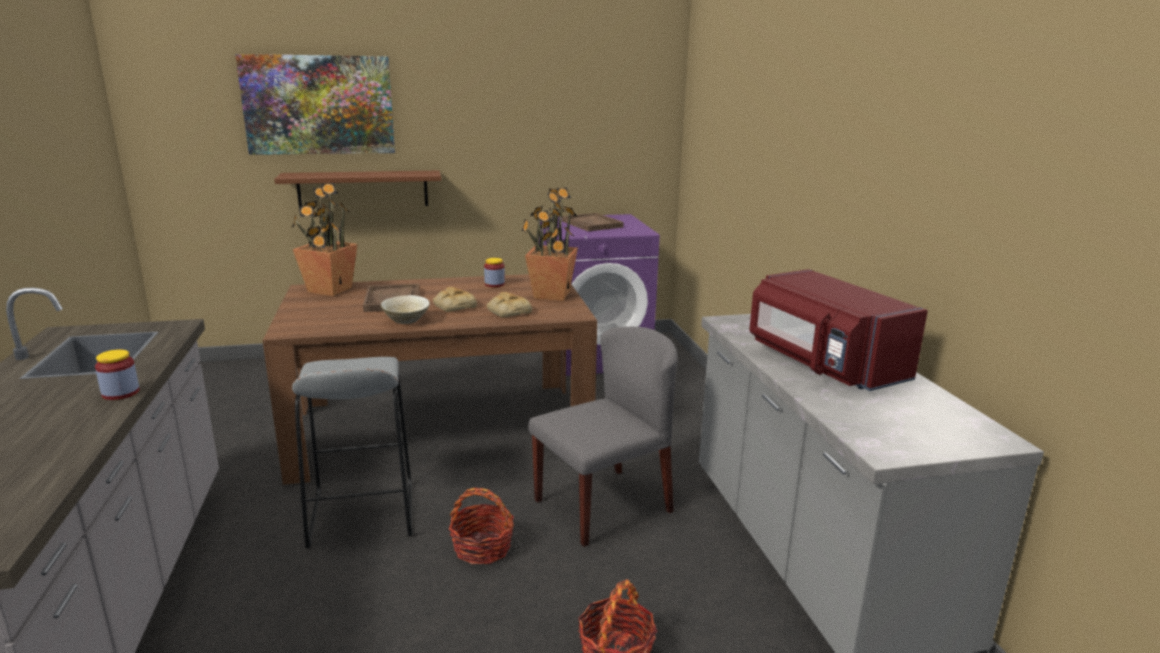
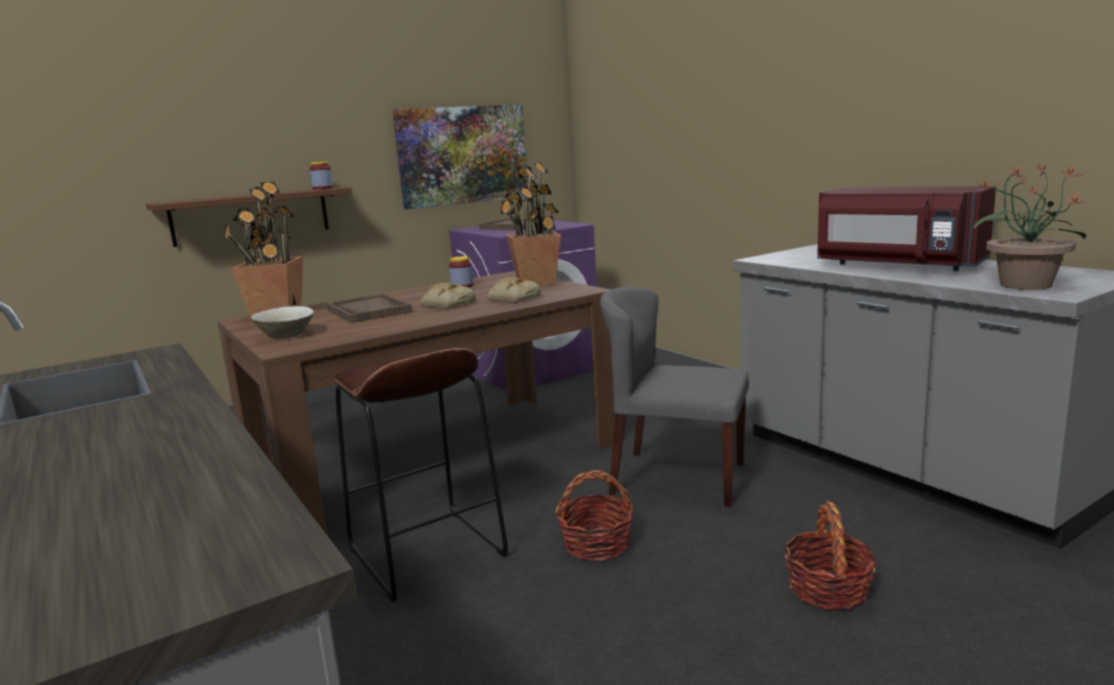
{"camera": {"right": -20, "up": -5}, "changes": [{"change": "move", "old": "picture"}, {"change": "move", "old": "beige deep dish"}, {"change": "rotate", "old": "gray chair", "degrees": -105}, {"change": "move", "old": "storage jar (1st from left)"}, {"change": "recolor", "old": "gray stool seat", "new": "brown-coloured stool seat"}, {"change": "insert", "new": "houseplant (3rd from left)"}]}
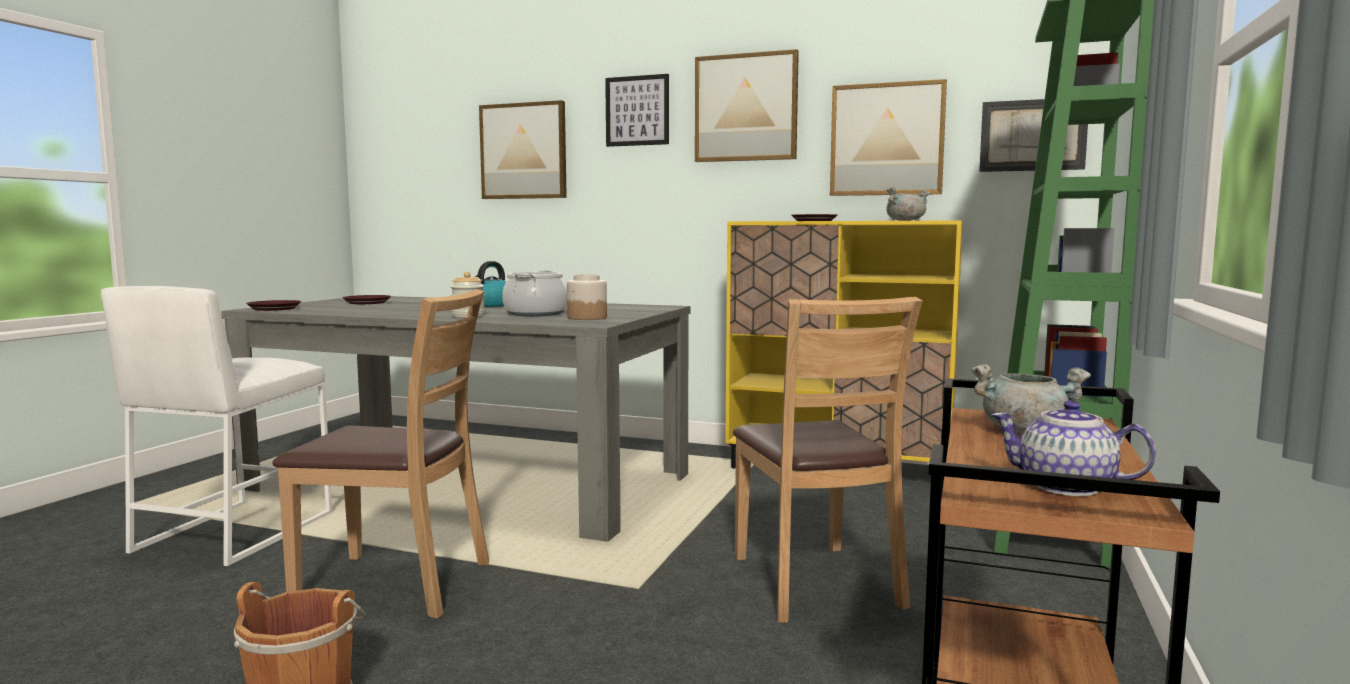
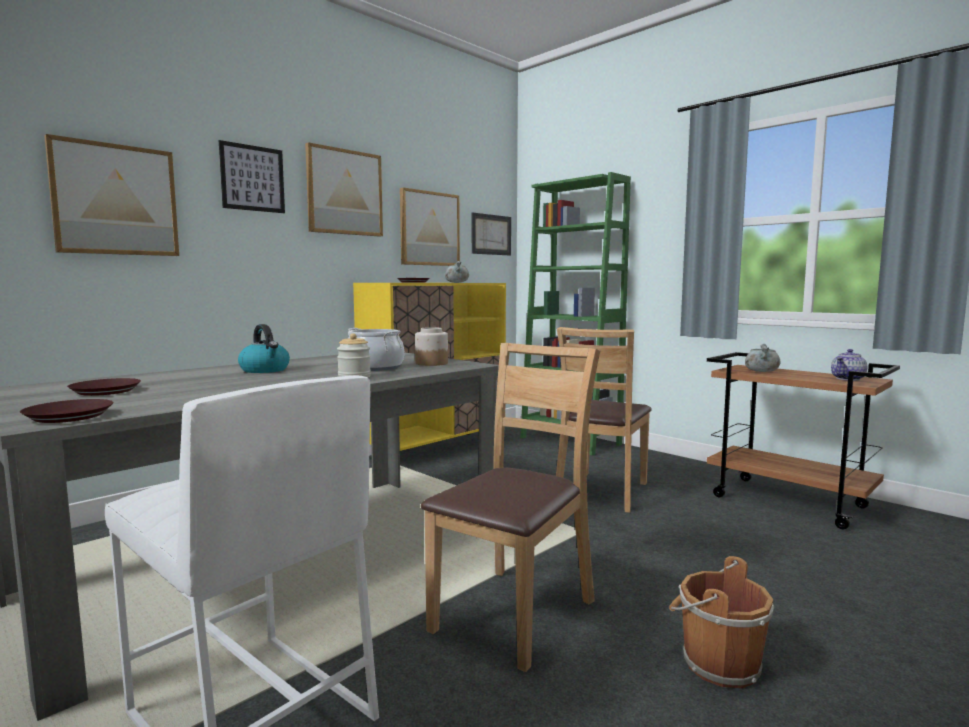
{"camera": {"right": -65, "up": 0}, "changes": [{"change": "rotate", "old": "brown-coloured chair (2nd from left)", "degrees": 105}]}
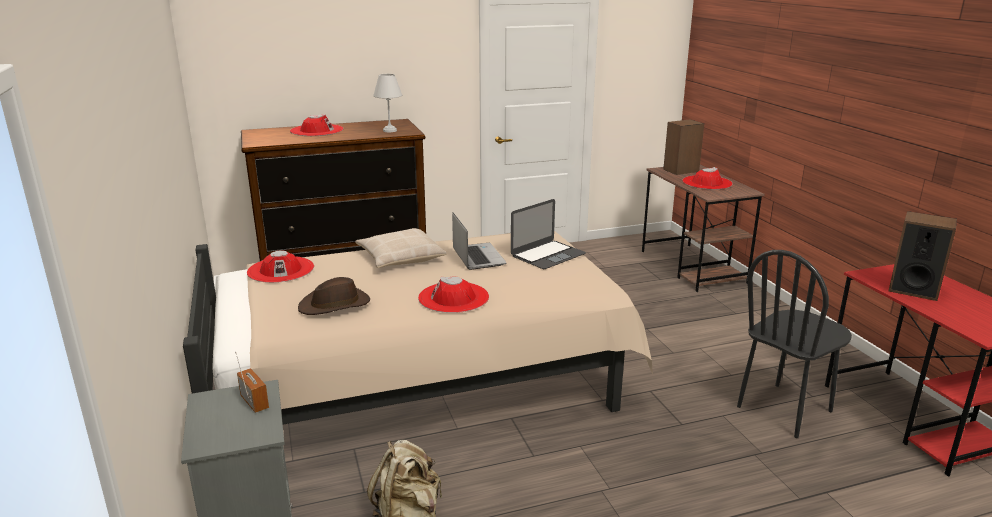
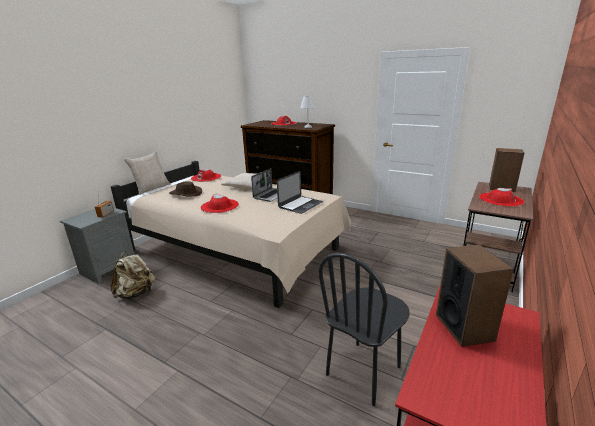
{"camera": {"right": 50, "up": 0}, "changes": [{"change": "rotate", "old": "portable computer (2nd from left)", "degrees": -60}, {"change": "rotate", "old": "black-coloured chair", "degrees": -60}, {"change": "insert", "new": "beige pillow (1st from left)"}]}
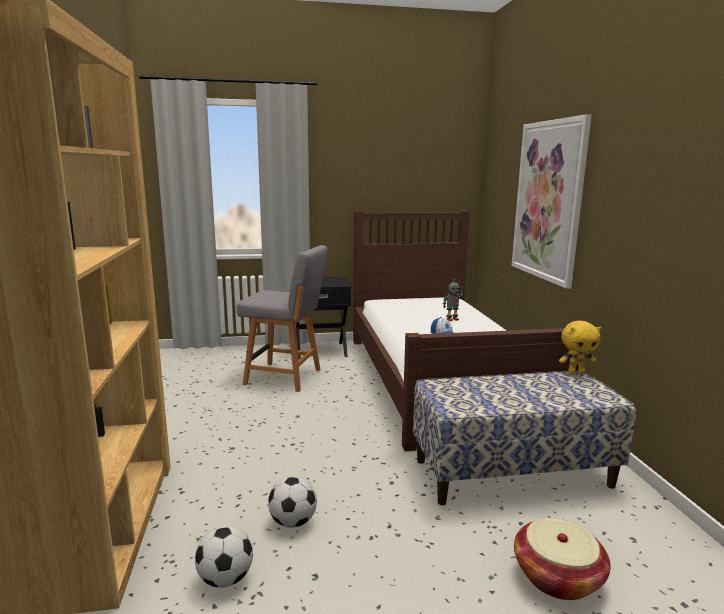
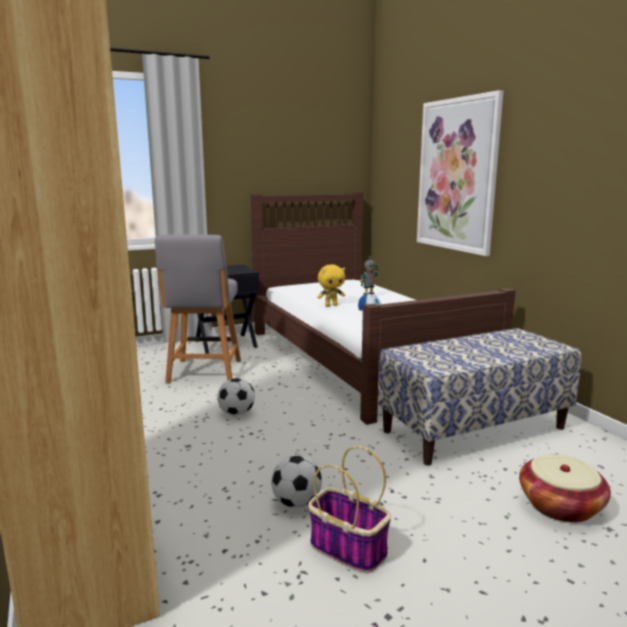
{"camera": {"right": -15, "up": 0}, "changes": [{"change": "rotate", "old": "gray chair", "degrees": 90}, {"change": "move", "old": "yellow-coloured cuddly toy"}, {"change": "move", "old": "football ball (1st from left)"}, {"change": "insert", "new": "household basket (1st from left)"}]}
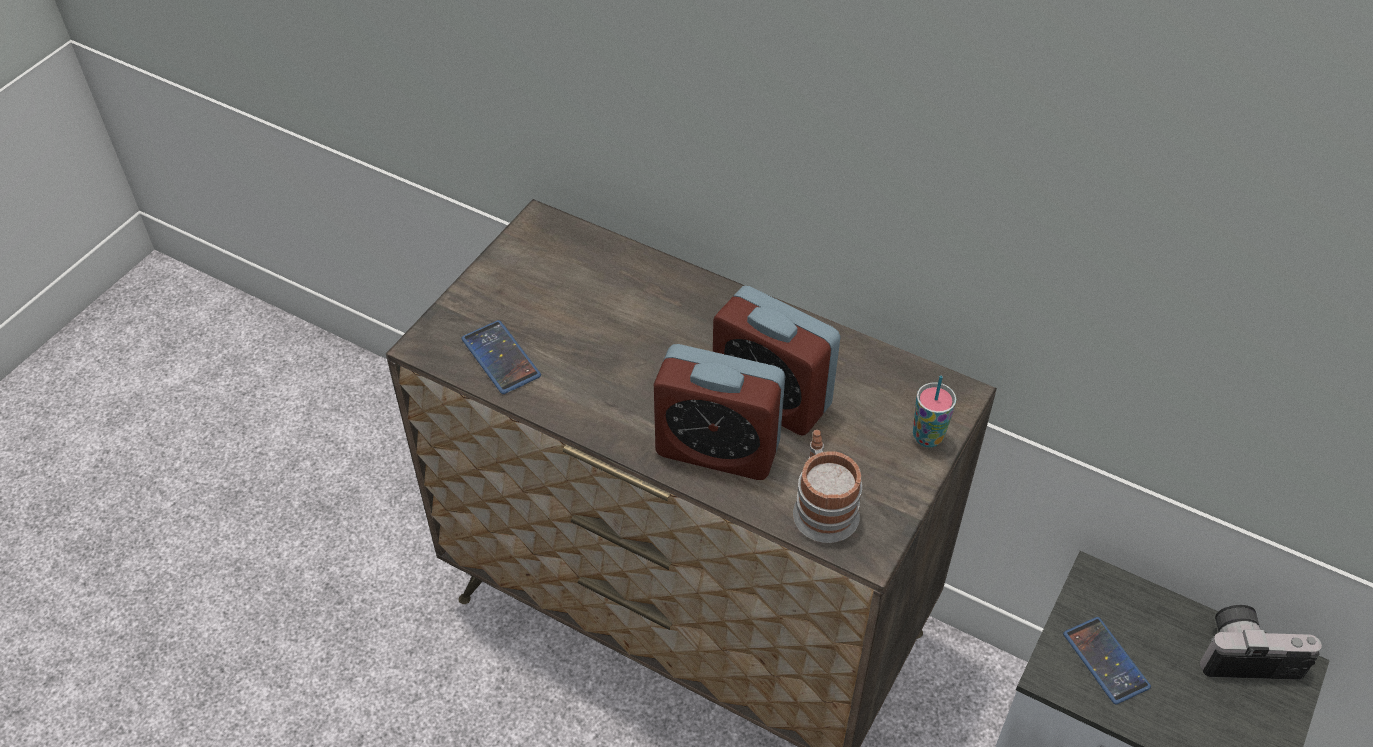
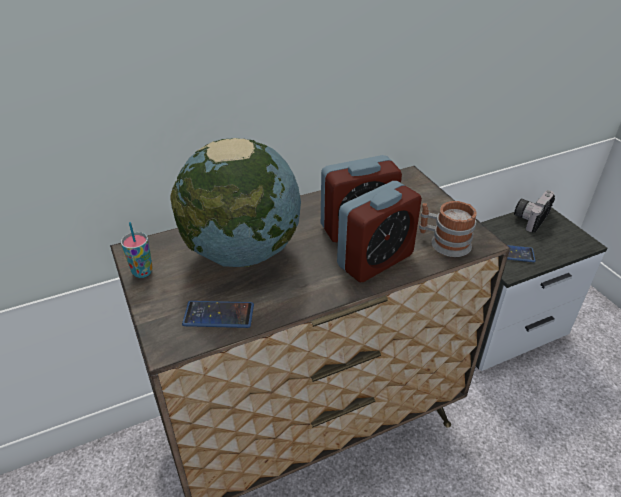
{"camera": {"right": -55, "up": -10}, "changes": [{"change": "move", "old": "drinking cup"}, {"change": "insert", "new": "world globe"}]}
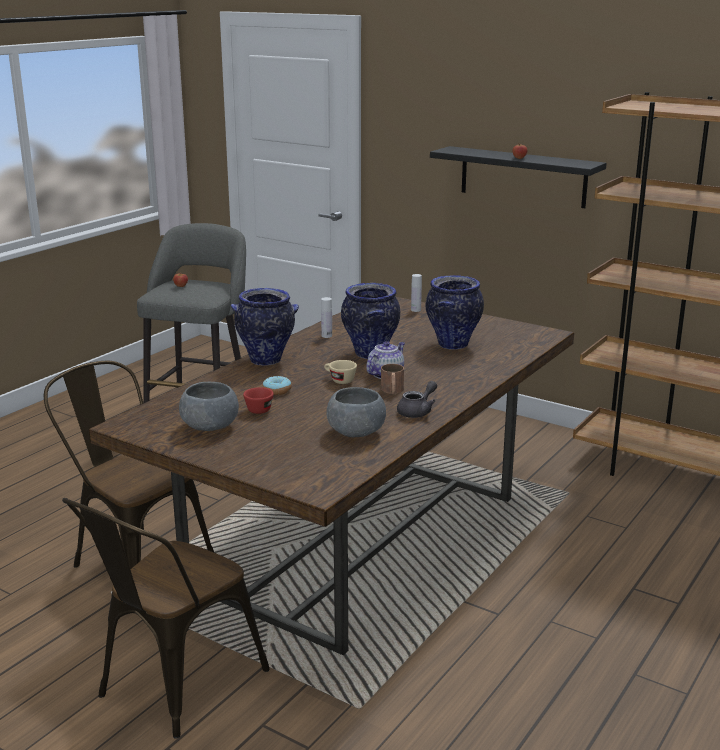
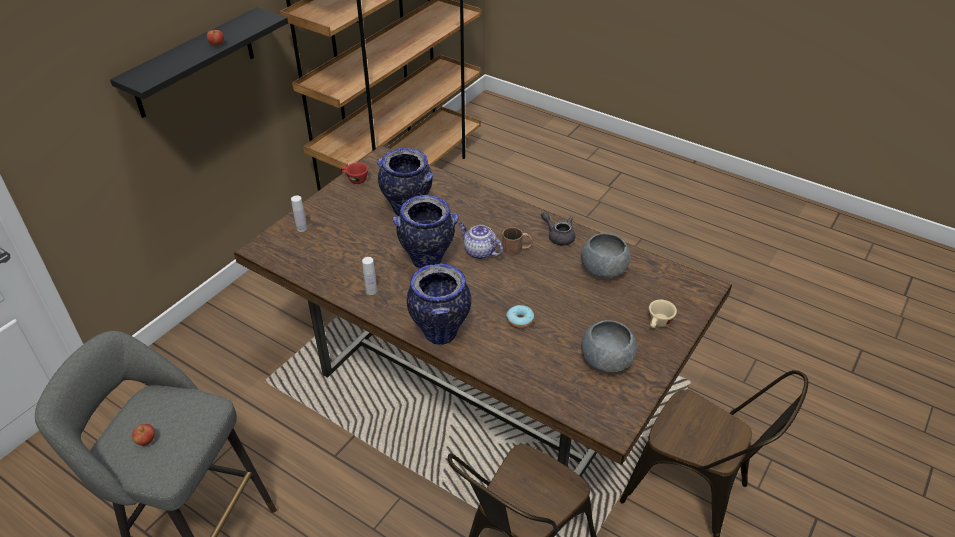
{"camera": {"right": -90, "up": 20}, "changes": [{"change": "move", "old": "beige drinking cup"}, {"change": "move", "old": "red-coloured drinking cup"}]}
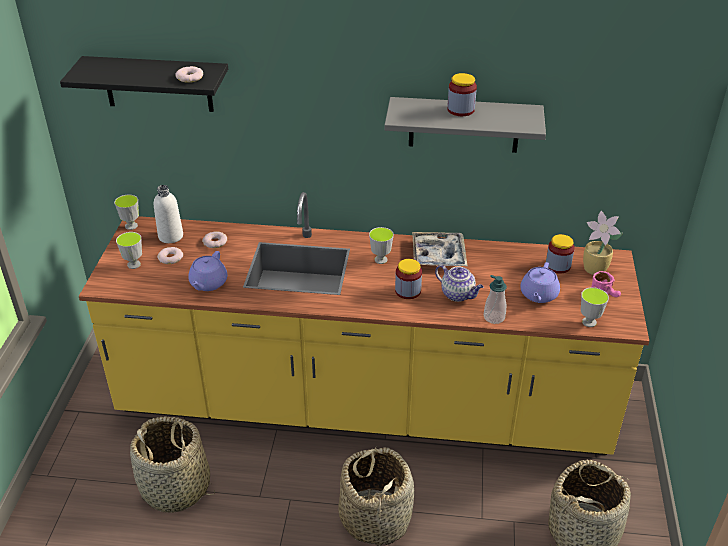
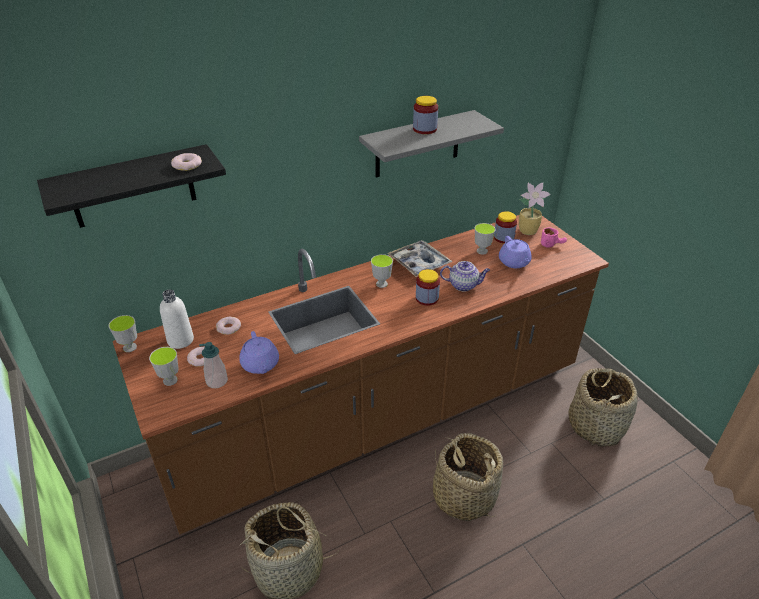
{"camera": {"right": -35, "up": 0}, "changes": [{"change": "recolor", "old": "yellow-coloured kitchen counter", "new": "brown-coloured kitchen counter"}, {"change": "move", "old": "liquid soap bottle"}, {"change": "move", "old": "drinking cup (4th from left)"}]}
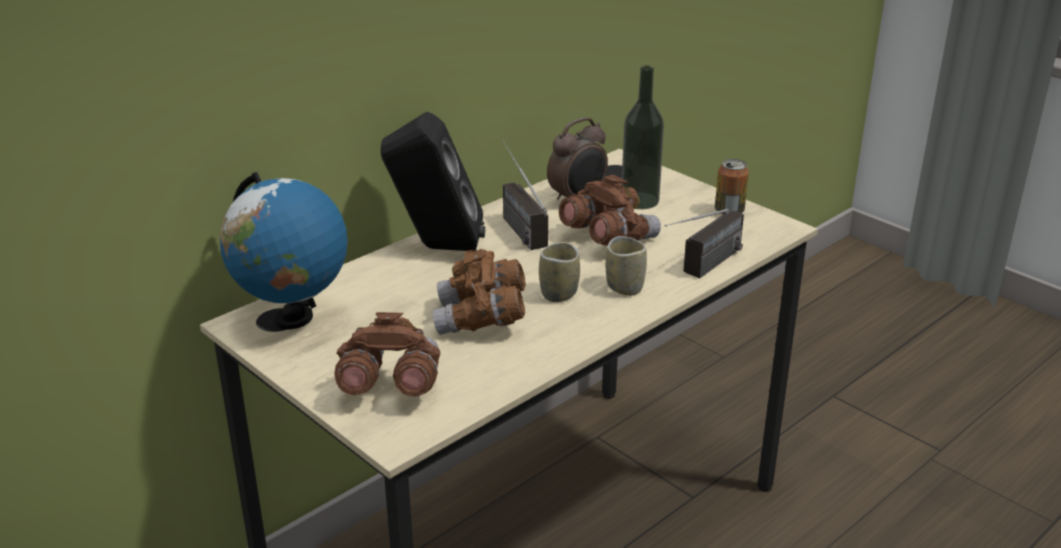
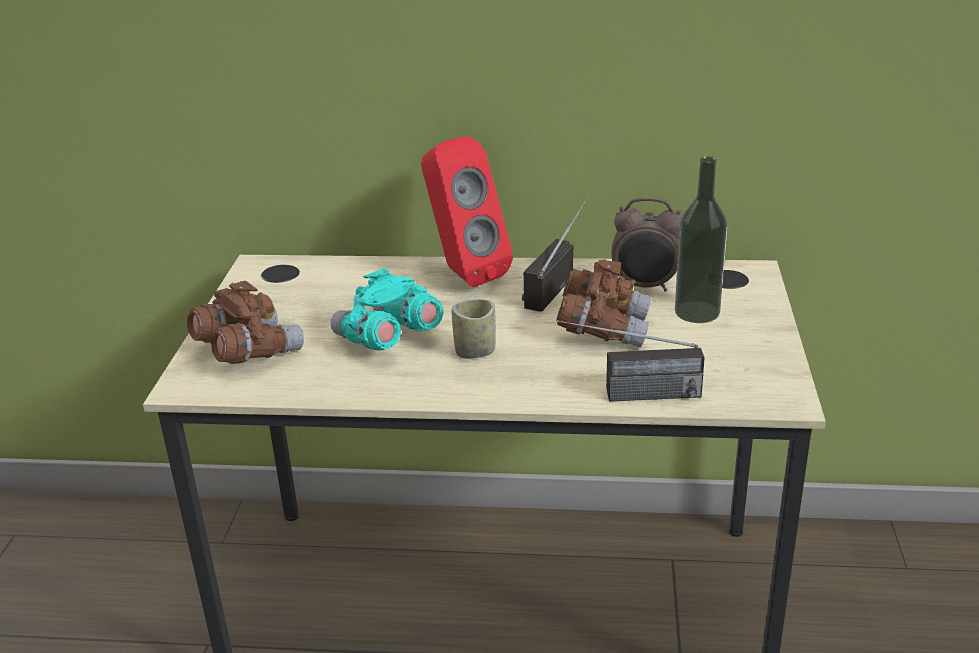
{"camera": {"right": 50, "up": 0}, "changes": [{"change": "recolor", "old": "black-coloured loudspeaker", "new": "red-coloured loudspeaker"}, {"change": "delete", "old": "metal can"}, {"change": "delete", "old": "world globe"}, {"change": "delete", "old": "drinking cup (2nd from left)"}, {"change": "recolor", "old": "brown-coloured binoculars (2nd from left)", "new": "turquoise-coloured binoculars"}]}
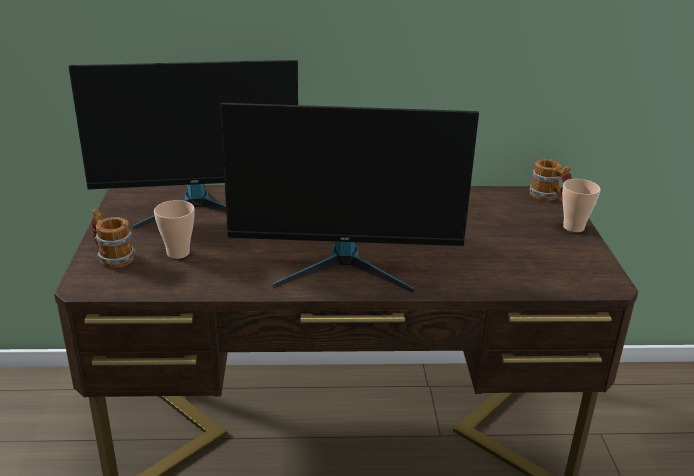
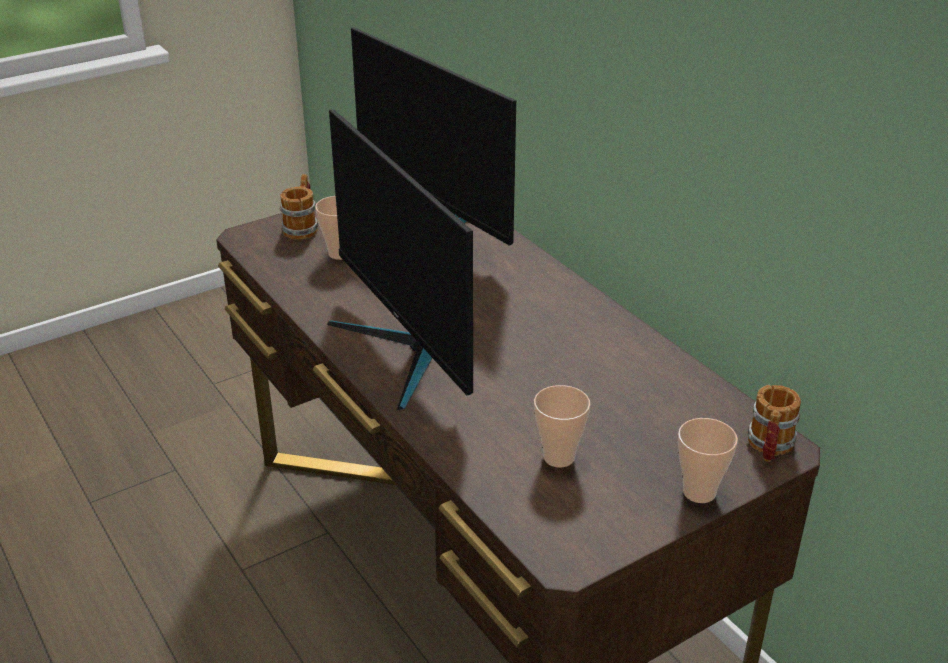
{"camera": {"right": 60, "up": 5}, "changes": [{"change": "insert", "new": "drinking cup (2nd from left)"}]}
